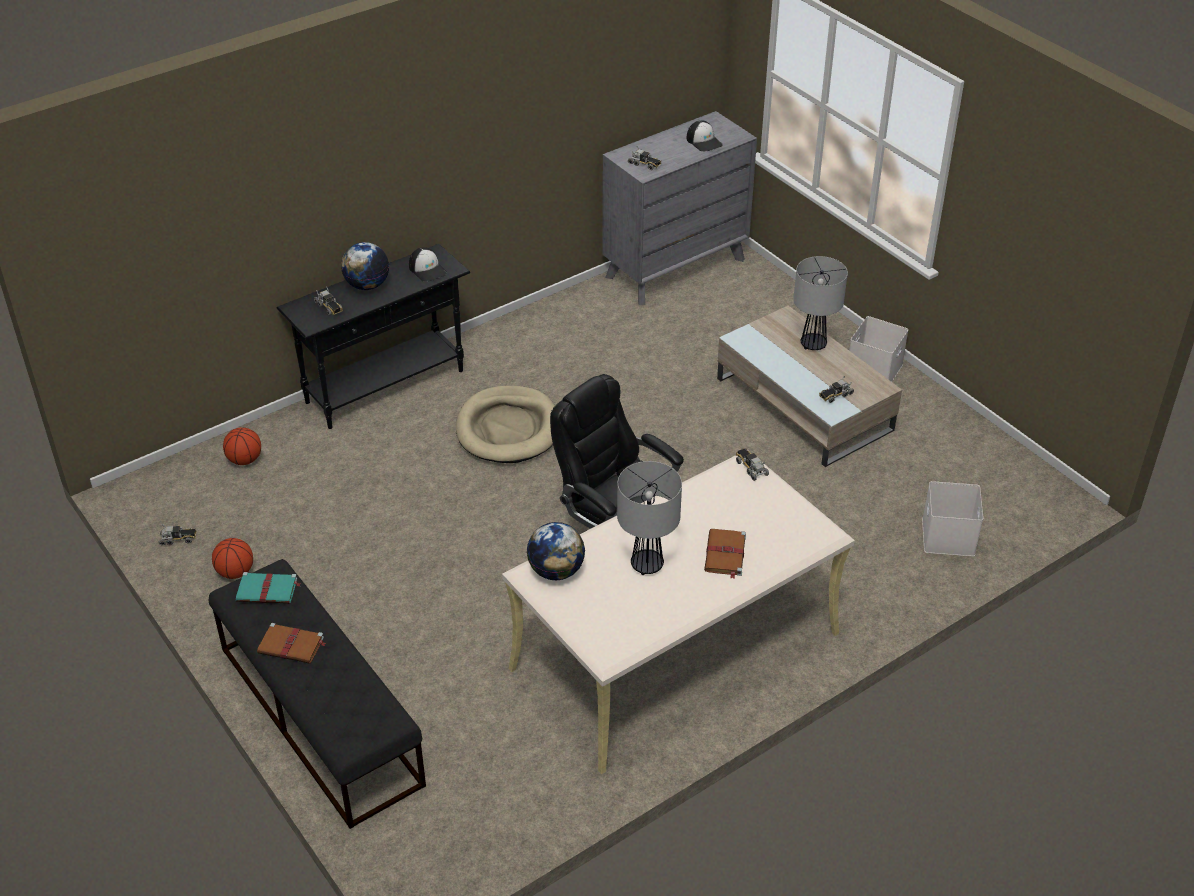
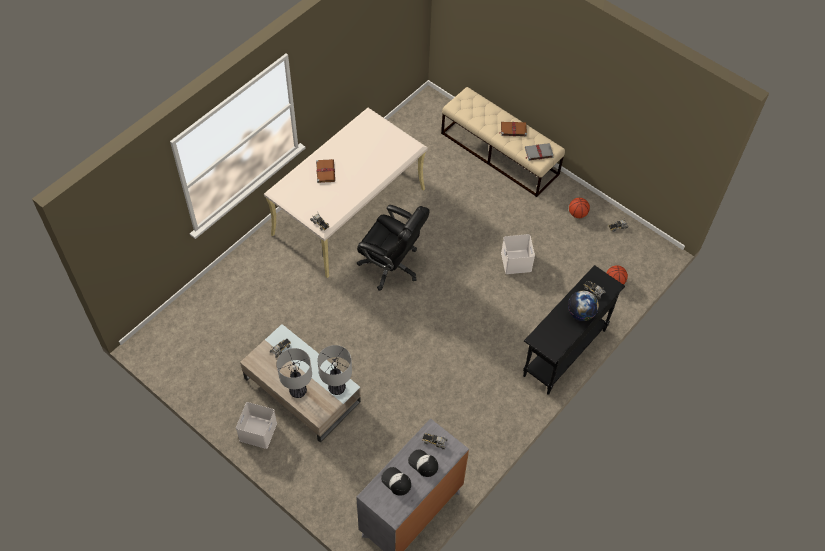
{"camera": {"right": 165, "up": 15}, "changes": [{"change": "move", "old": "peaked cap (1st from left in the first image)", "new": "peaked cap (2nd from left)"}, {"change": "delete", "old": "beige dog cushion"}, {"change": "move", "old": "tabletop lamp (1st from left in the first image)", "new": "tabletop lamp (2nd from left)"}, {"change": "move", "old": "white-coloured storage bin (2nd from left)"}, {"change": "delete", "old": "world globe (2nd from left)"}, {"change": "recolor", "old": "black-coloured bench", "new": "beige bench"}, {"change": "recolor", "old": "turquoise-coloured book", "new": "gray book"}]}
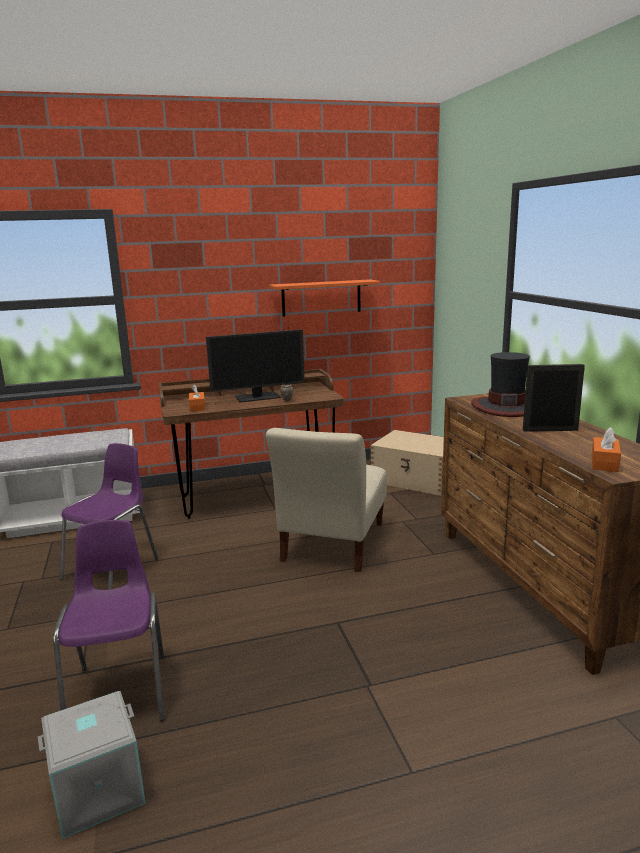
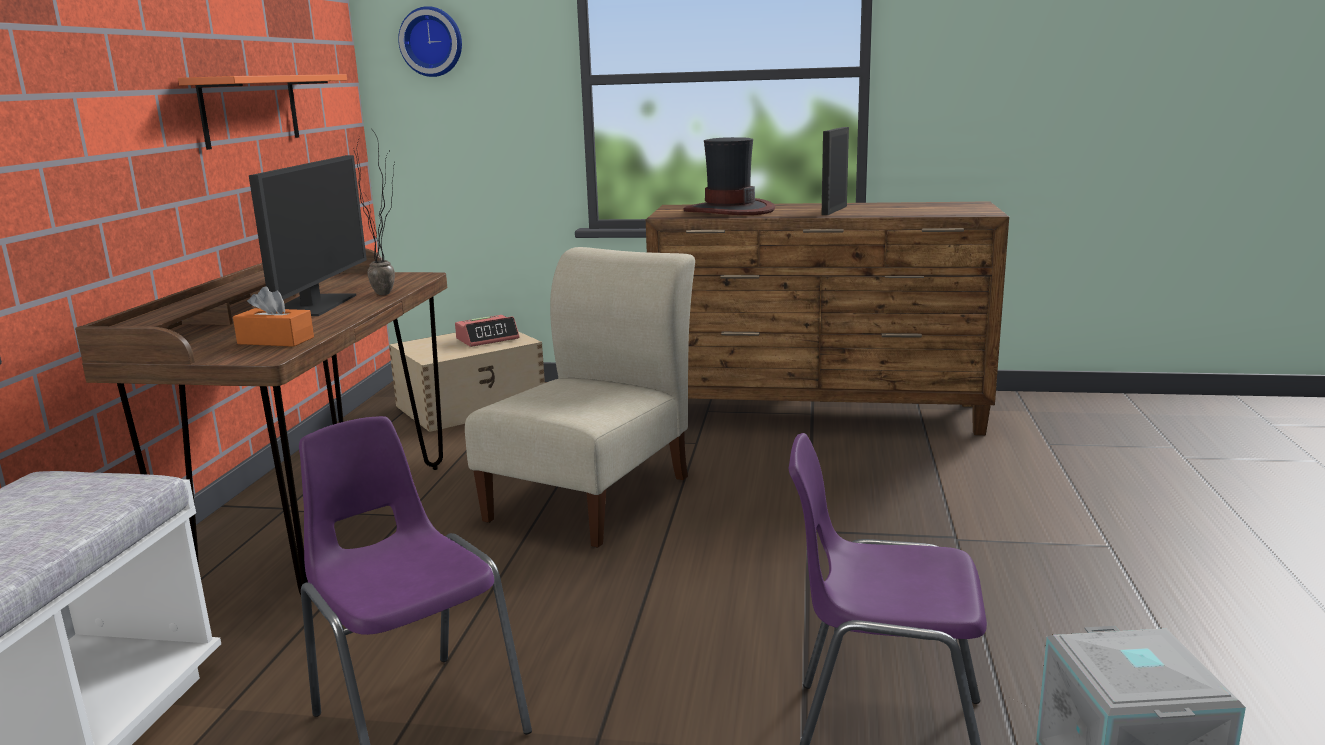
{"camera": {"right": -65, "up": 0}, "changes": [{"change": "delete", "old": "orange-coloured box of tissues (2nd from left)"}, {"change": "rotate", "old": "beige chair", "degrees": -105}, {"change": "insert", "new": "clock on the wall"}, {"change": "insert", "new": "table clock"}]}
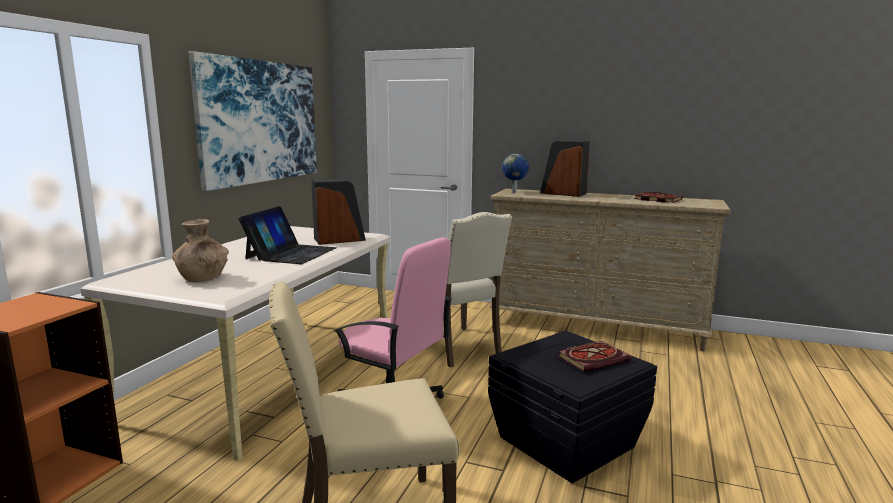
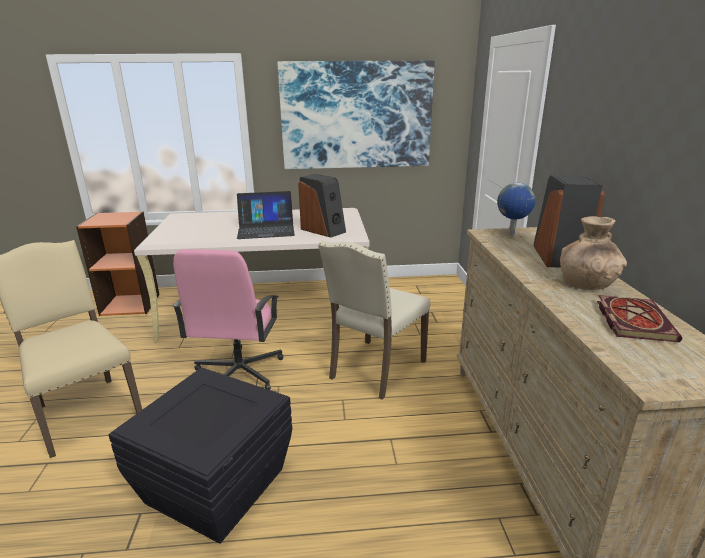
{"camera": {"right": 65, "up": 10}, "changes": [{"change": "move", "old": "brown-coloured flower vase"}, {"change": "delete", "old": "book (1st from left)"}]}
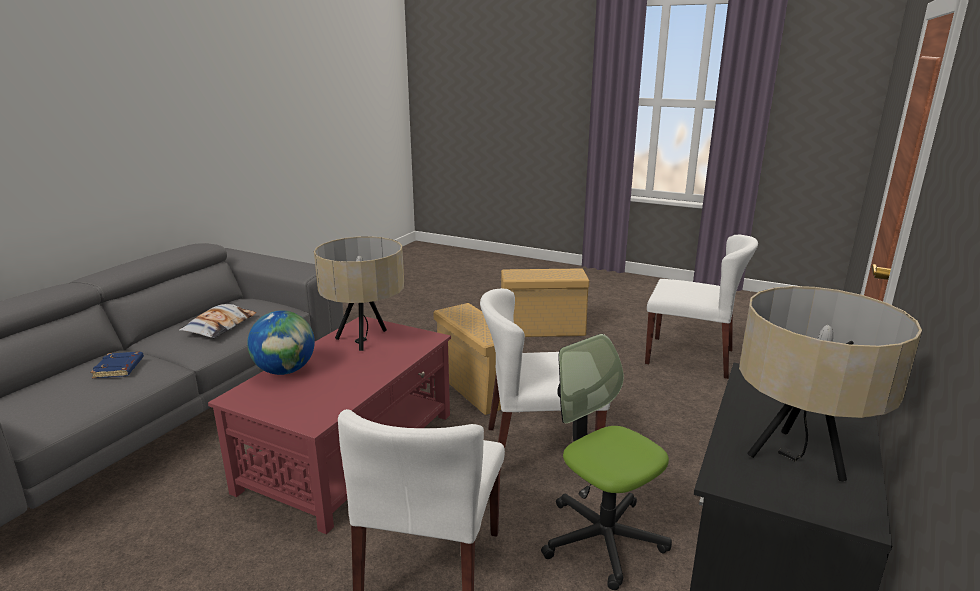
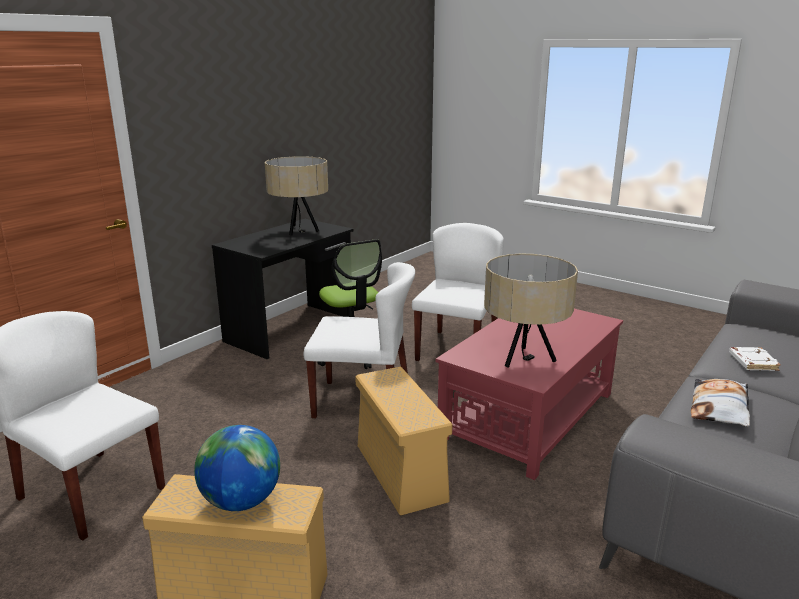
{"camera": {"right": -170, "up": 0}, "changes": [{"change": "move", "old": "world globe"}, {"change": "recolor", "old": "blue book", "new": "white-coloured book"}]}
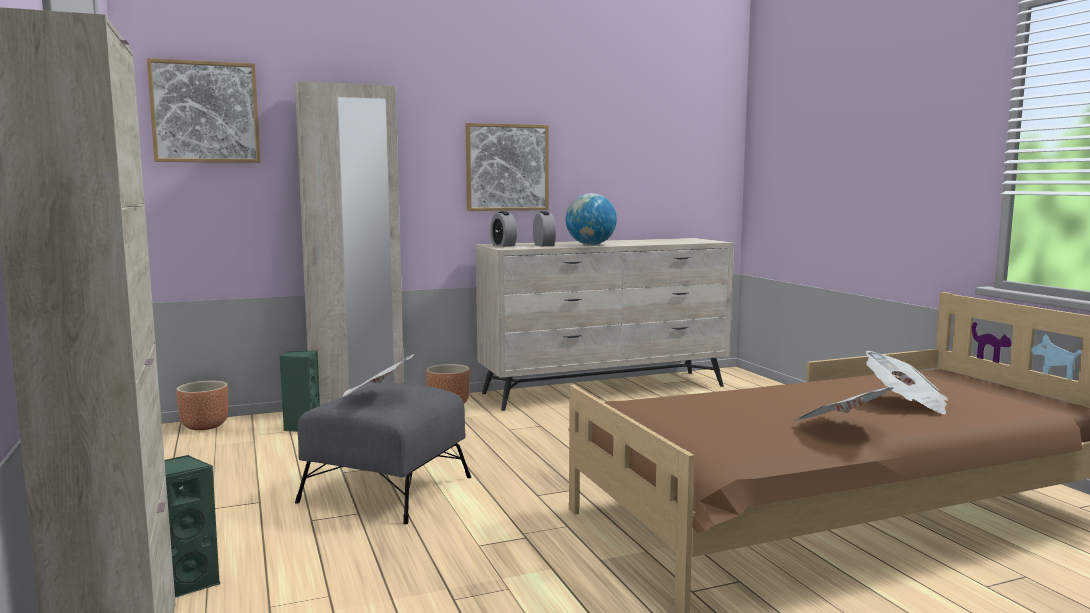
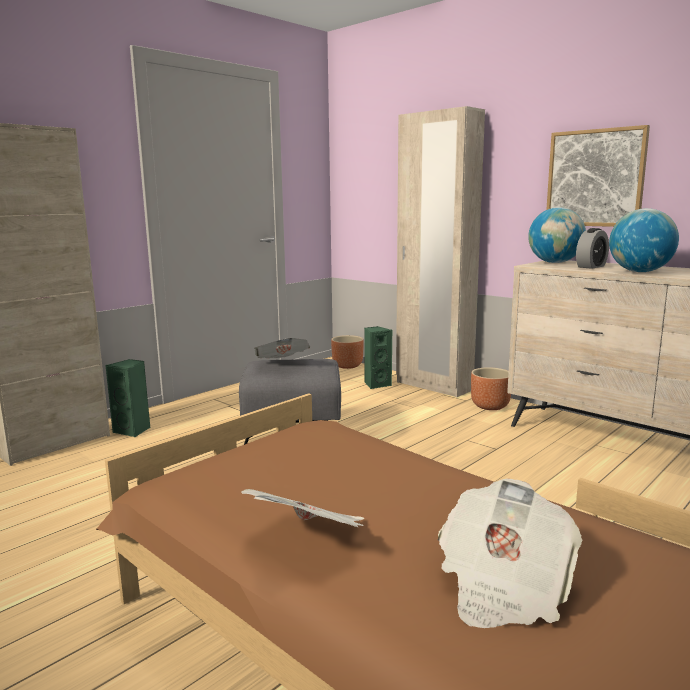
{"camera": {"right": 65, "up": 5}, "changes": [{"change": "delete", "old": "picture (1st from left)"}, {"change": "replace", "old": "table clock (1st from left)", "new": "world globe (1st from left)"}]}
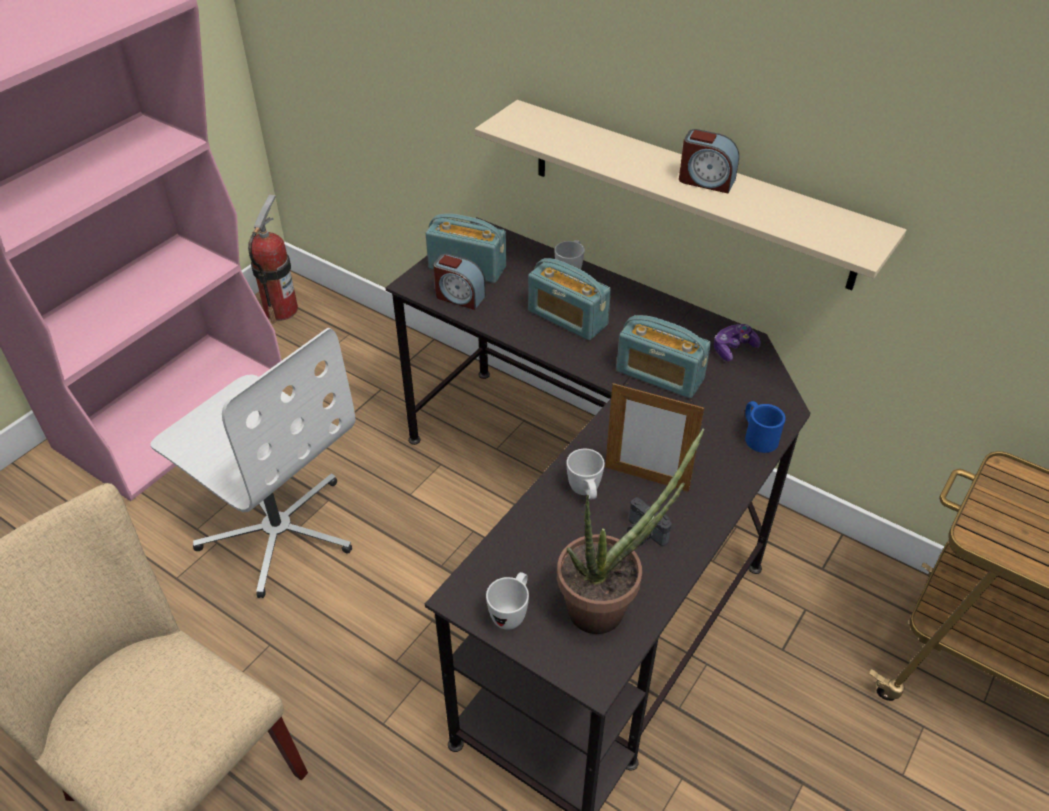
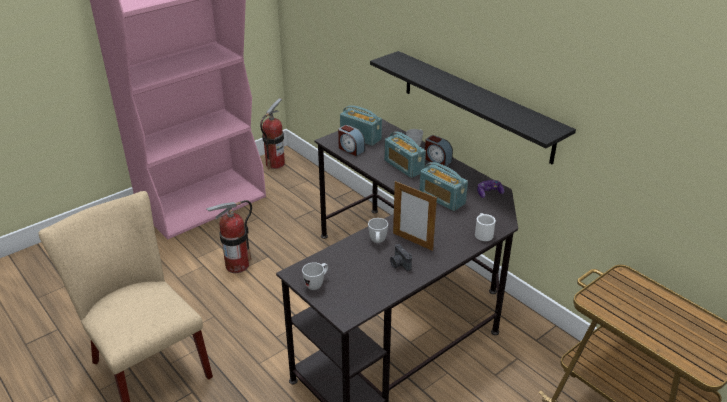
{"camera": {"right": 15, "up": -10}, "changes": [{"change": "recolor", "old": "beige shelf", "new": "black-coloured shelf"}, {"change": "move", "old": "table clock (2nd from left)"}, {"change": "replace", "old": "white-coloured desk chair", "new": "extinguisher (1st from left)"}, {"change": "recolor", "old": "blue tea mug", "new": "white-coloured tea mug (4th from left)"}, {"change": "delete", "old": "houseplant"}]}
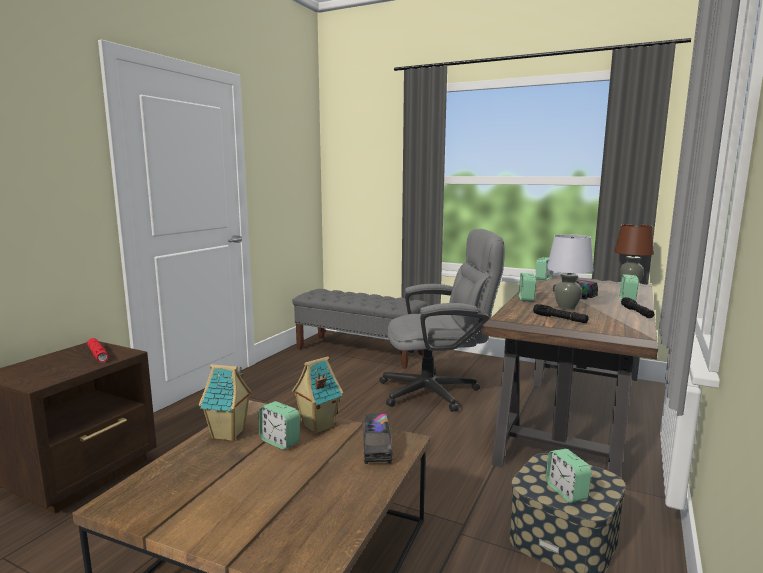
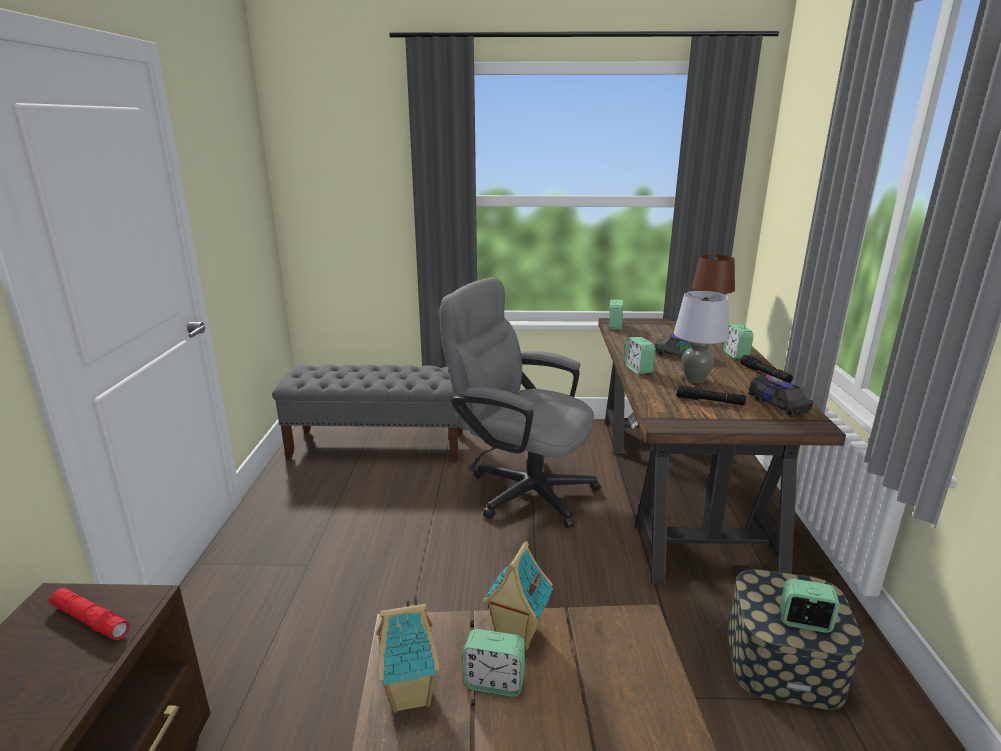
{"camera": {"right": -25, "up": 10}, "changes": [{"change": "rotate", "old": "gray desk chair", "degrees": -120}, {"change": "move", "old": "toy truck (1st from left in the first image)", "new": "toy truck (2nd from left)"}, {"change": "rotate", "old": "table clock (4th from left in the first image)", "degrees": 150}]}
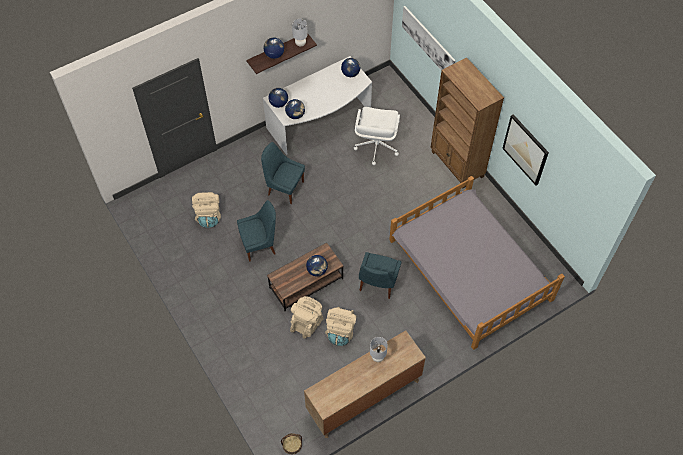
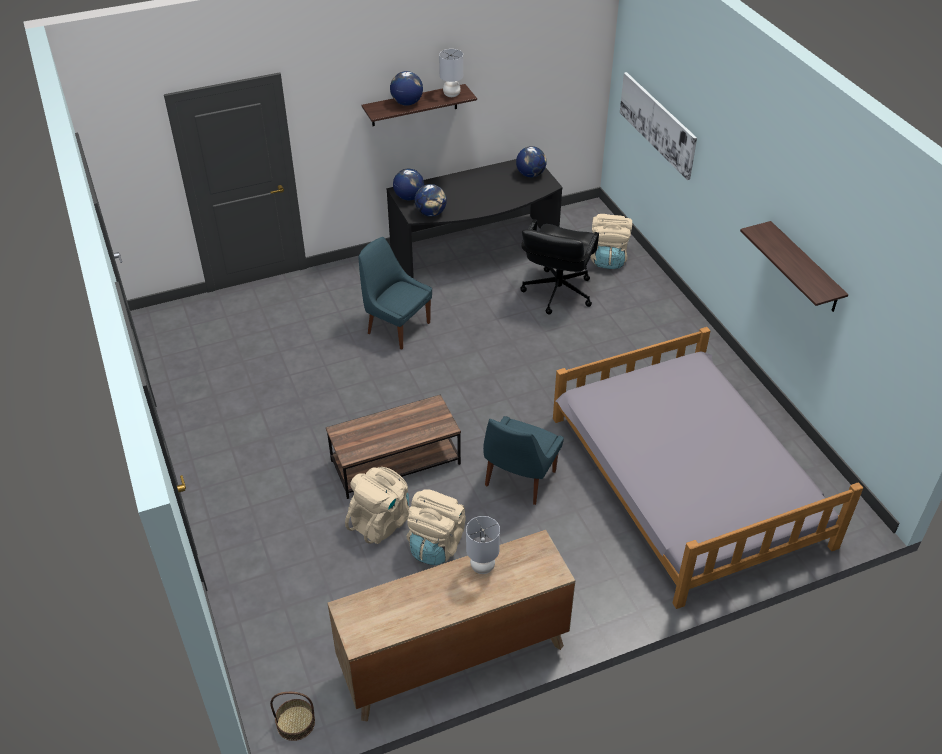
{"camera": {"right": 10, "up": -15}, "changes": [{"change": "recolor", "old": "white-coloured desk unit", "new": "black-coloured desk unit"}, {"change": "delete", "old": "brown-coloured shelving unit"}, {"change": "recolor", "old": "white-coloured desk chair", "new": "black-coloured desk chair"}, {"change": "replace", "old": "picture (2nd from left)", "new": "shelf (2nd from left)"}, {"change": "move", "old": "beige rucksack (1st from left in the first image)", "new": "beige rucksack (3rd from left)"}, {"change": "delete", "old": "blue chair (1st from left)"}, {"change": "delete", "old": "world globe (4th from left)"}]}
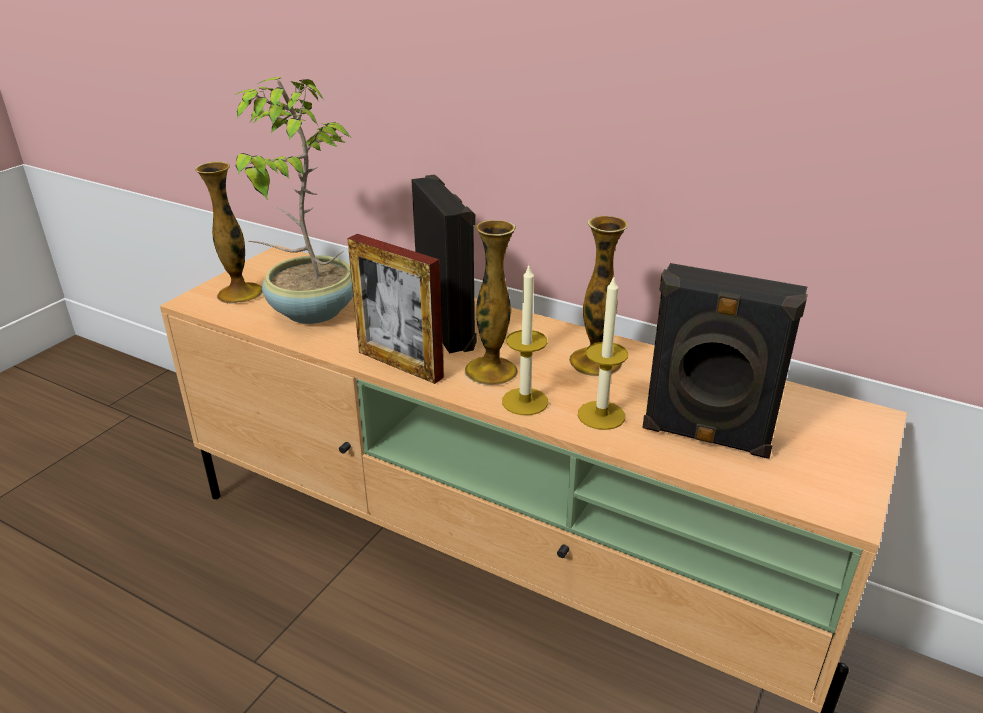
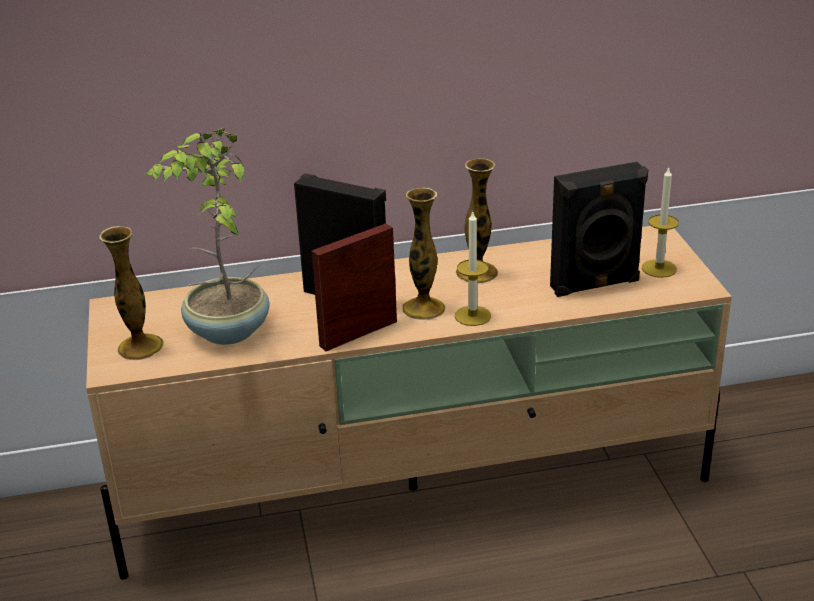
{"camera": {"right": -40, "up": 0}, "changes": [{"change": "rotate", "old": "photo frame", "degrees": 150}, {"change": "move", "old": "wax light (2nd from left)"}]}
